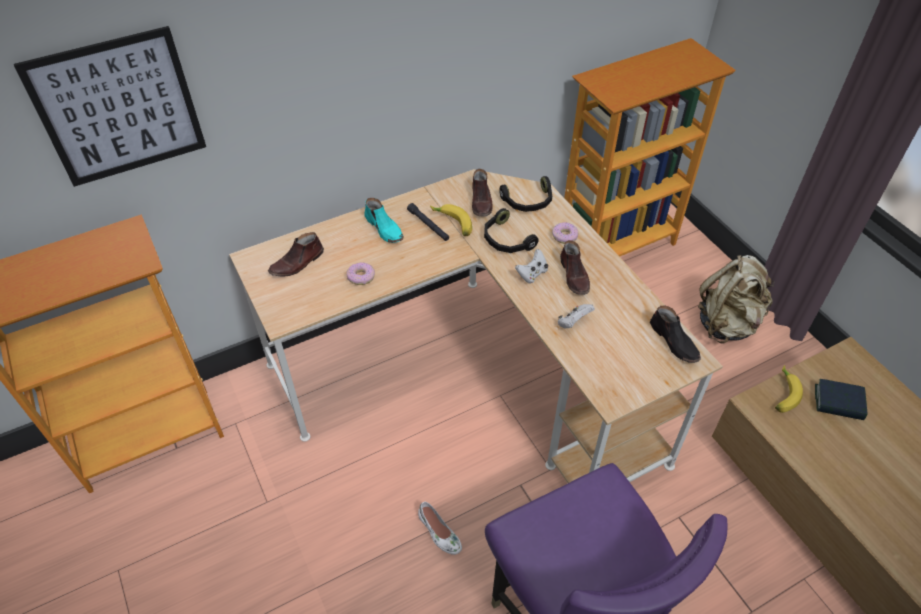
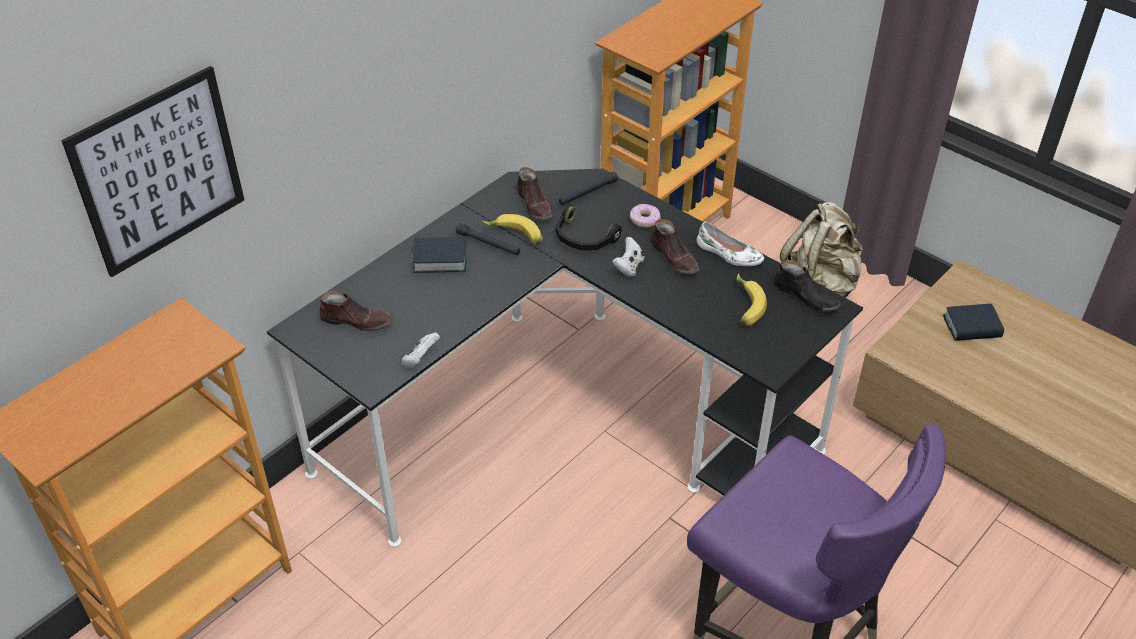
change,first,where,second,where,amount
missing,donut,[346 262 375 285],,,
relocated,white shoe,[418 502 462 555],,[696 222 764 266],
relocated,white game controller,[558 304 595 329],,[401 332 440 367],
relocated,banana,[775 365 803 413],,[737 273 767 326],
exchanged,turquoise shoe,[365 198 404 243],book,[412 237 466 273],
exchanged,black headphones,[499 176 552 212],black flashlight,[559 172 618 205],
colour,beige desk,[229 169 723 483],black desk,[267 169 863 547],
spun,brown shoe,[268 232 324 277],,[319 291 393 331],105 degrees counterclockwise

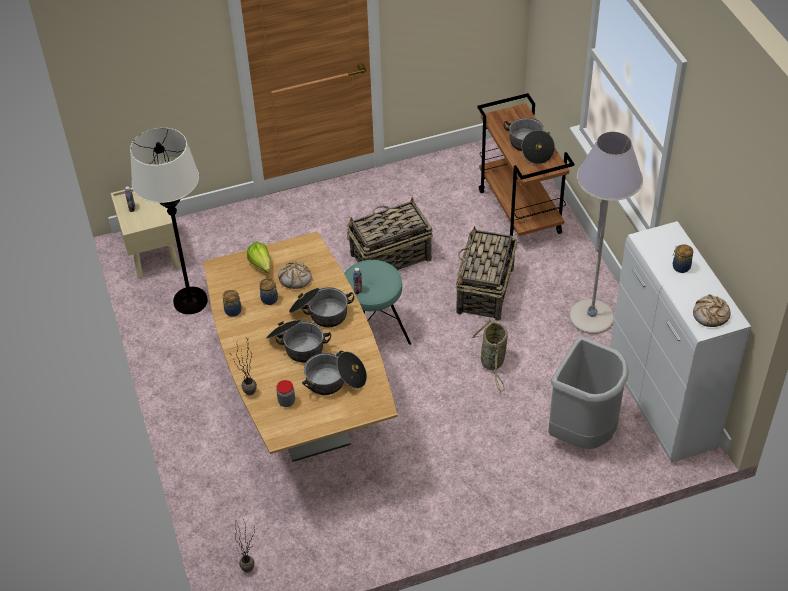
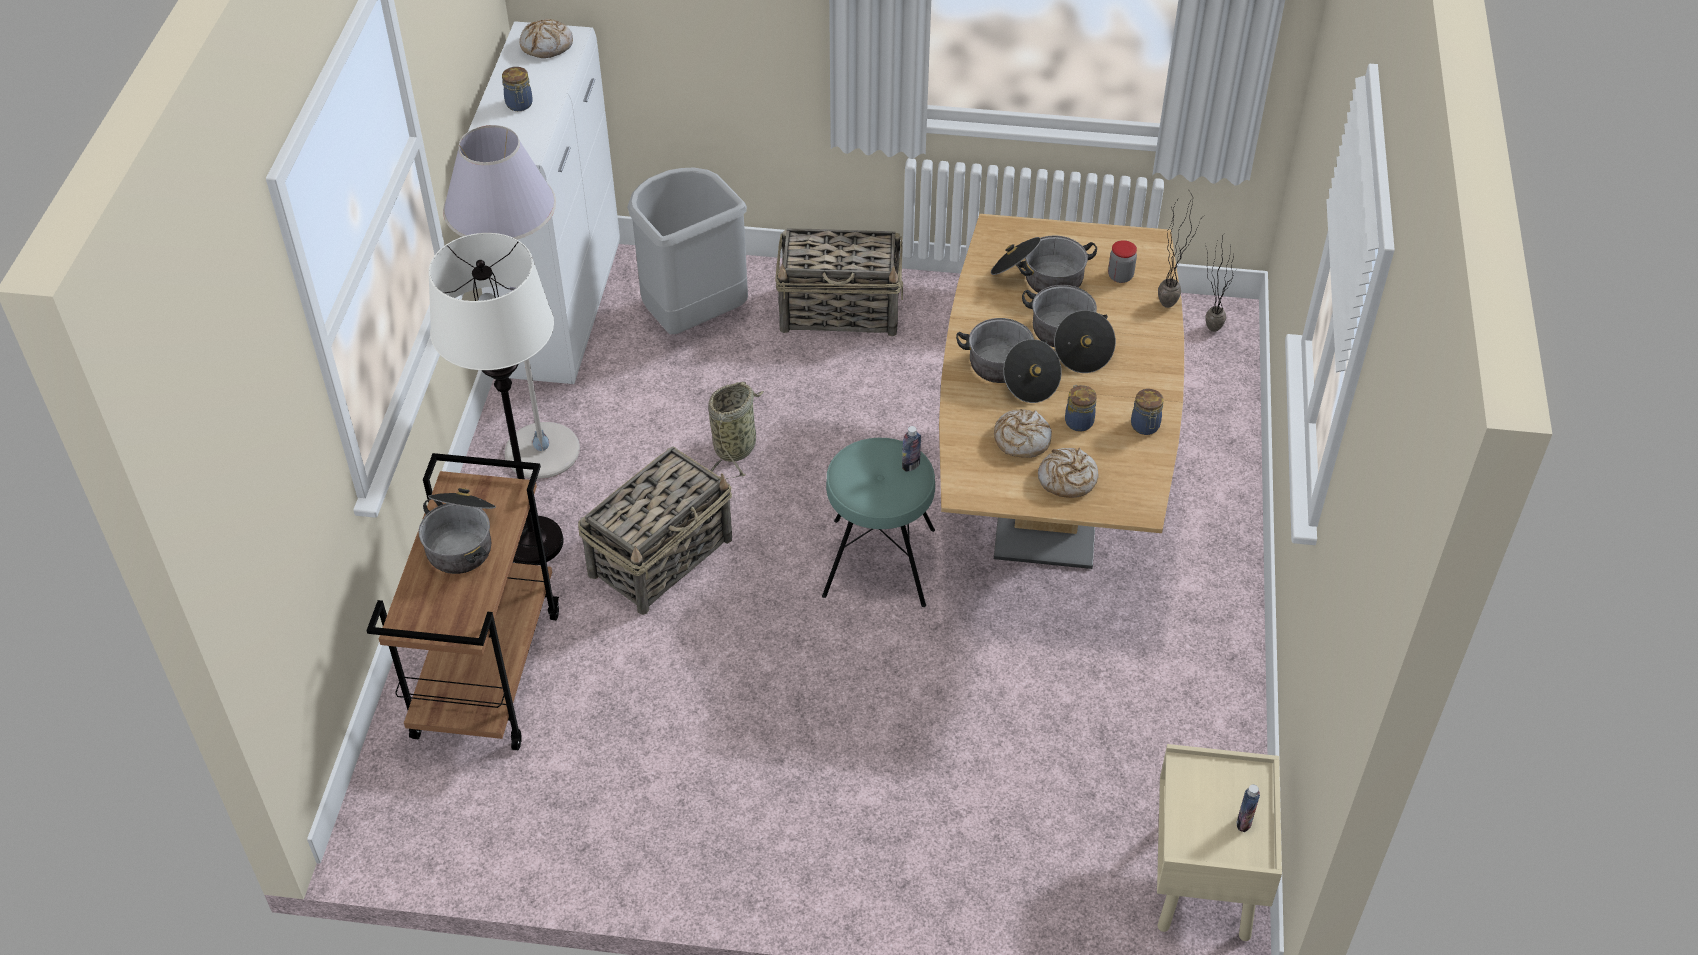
change,first,where,second,where,amount
relocated,white floor lamp,[130 127 208 314],,[428 233 564 565],
relocated,basket,[347 197 433 270],,[775 229 903 336],
exchanged,lettuce,[247 242 270 273],bread,[1038 448 1098 498],

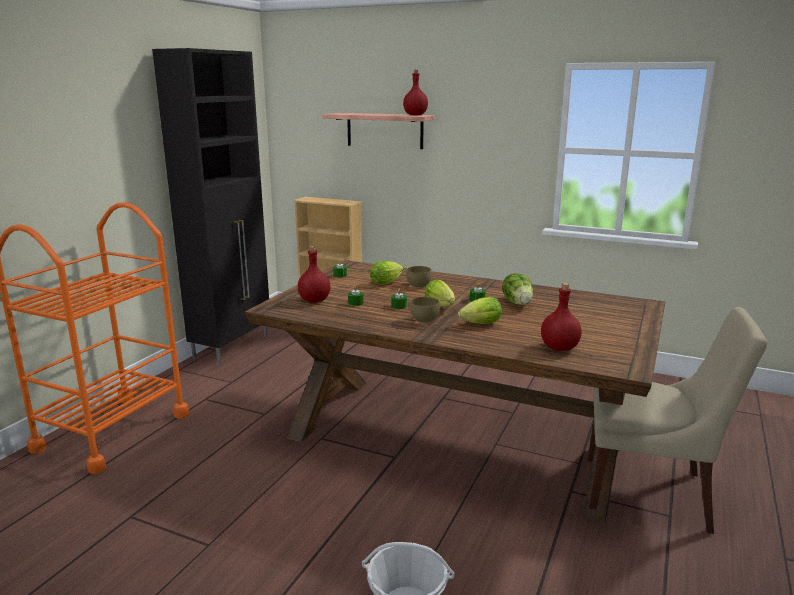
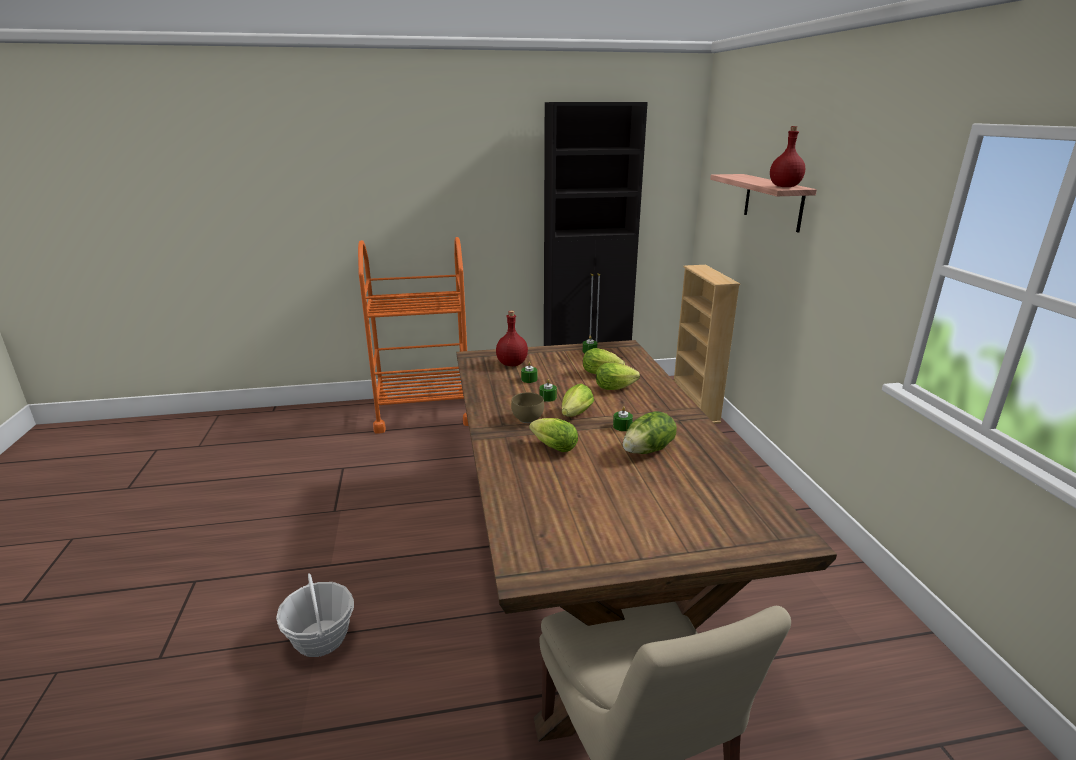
change,first,where,second,where,amount
missing,red bottle,[541 283 582 351],,,
exchanged,brown bowl,[406 266 432 288],lettuce,[596 363 640 390],

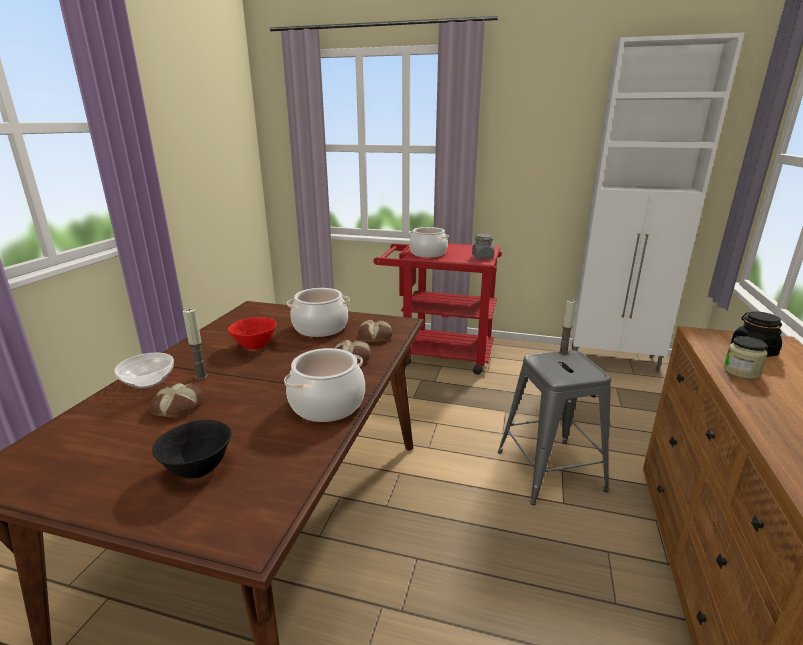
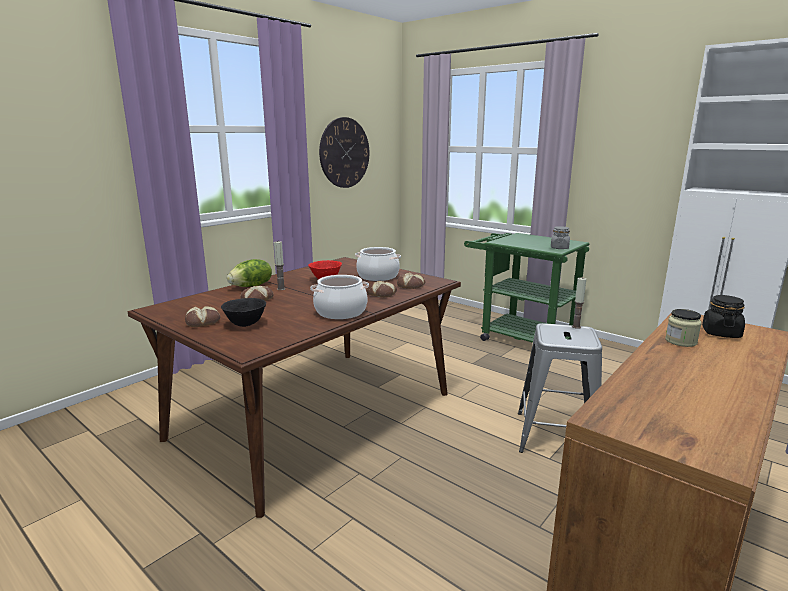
change,first,where,second,where,amount
missing,cooking pot,[409 227 449 258],,,
appeared,,,bread,[185 306 221 327],
appeared,,,wall clock,[319 117 369 188],
exchanged,bowl,[114 353 174 388],lettuce,[227 259 272 287],
colour,red cart,[373 243 502 375],green cart,[464 233 590 343],

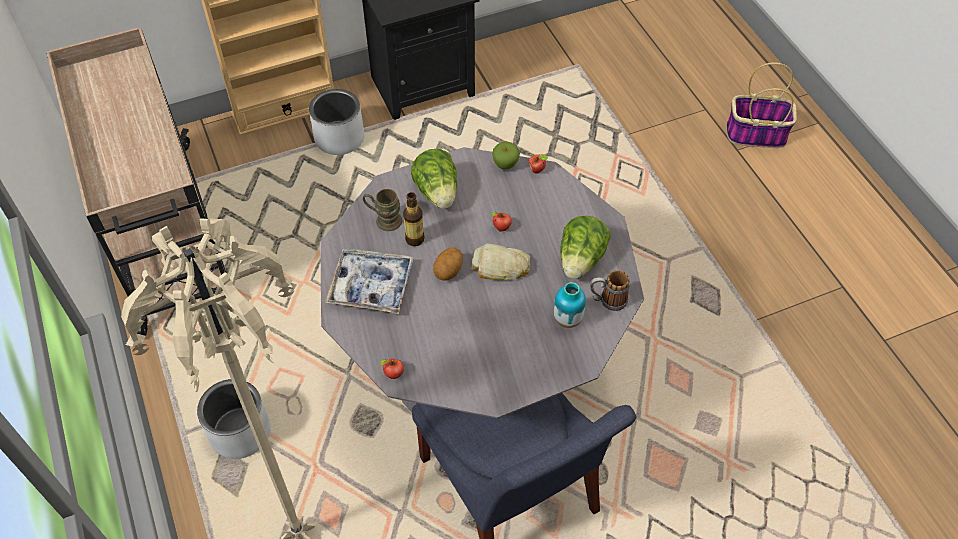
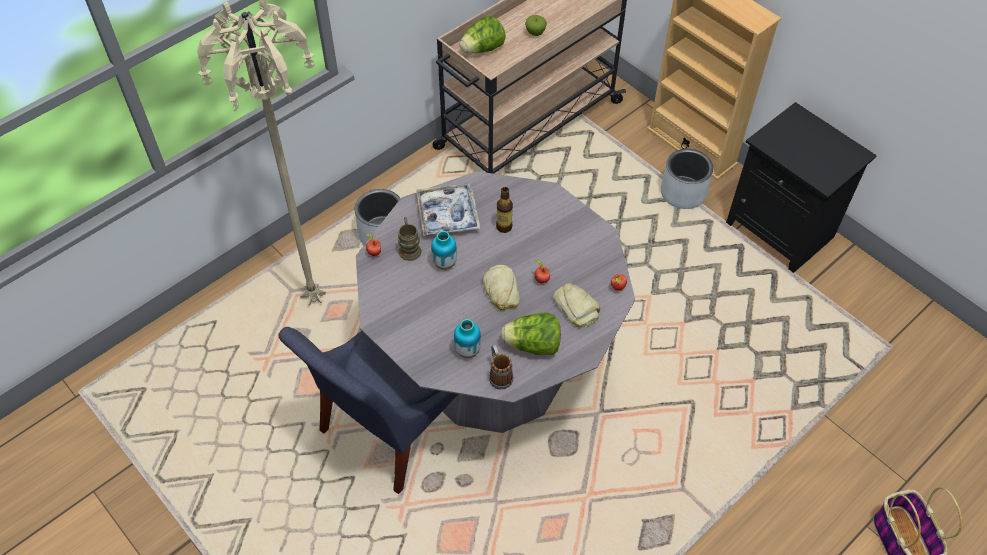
change,first,where,second,where,amount
missing,potato,[433 247 463 281],,,
appeared,,,vase,[431 231 457 270],
appeared,,,bread,[553 283 600 327],
relocated,brown mug,[363 189 402 231],,[397 217 422 261],
relocated,lettuce,[411 149 457 209],,[460 16 506 53],
relocated,apple,[492 142 520 170],,[525 15 547 36],

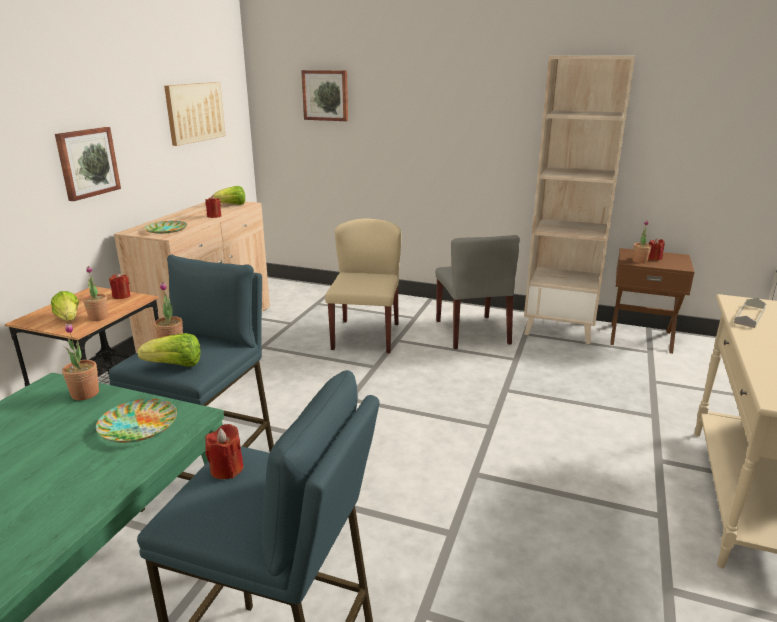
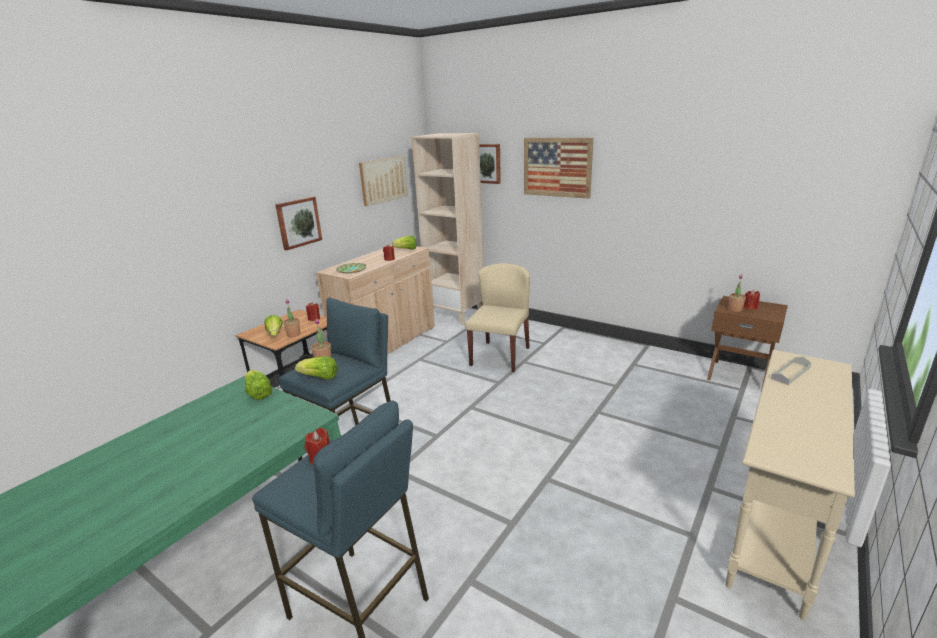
change,first,where,second,where,amount
missing,plate,[96 399 177 443],,,
missing,grey chair,[435 235 520 349],,,
appeared,,,picture,[524 138 593 199],
relocated,beige bookcase,[524 56 635 344],,[412 133 483 325],
exchanged,potted plant,[62 323 99 400],lettuce,[245 370 272 400],

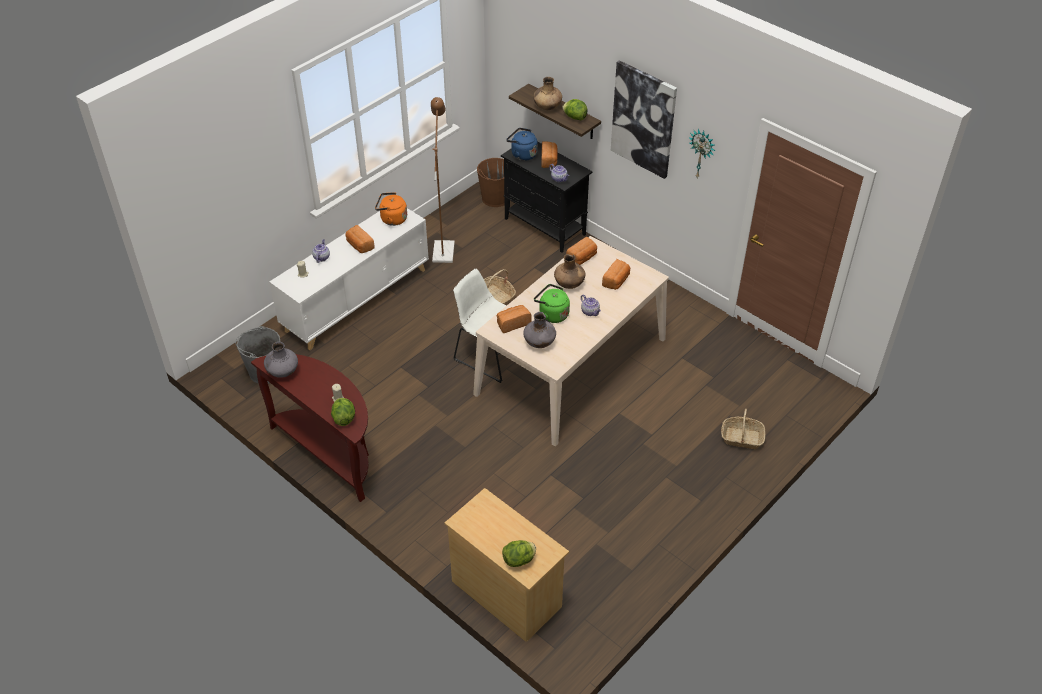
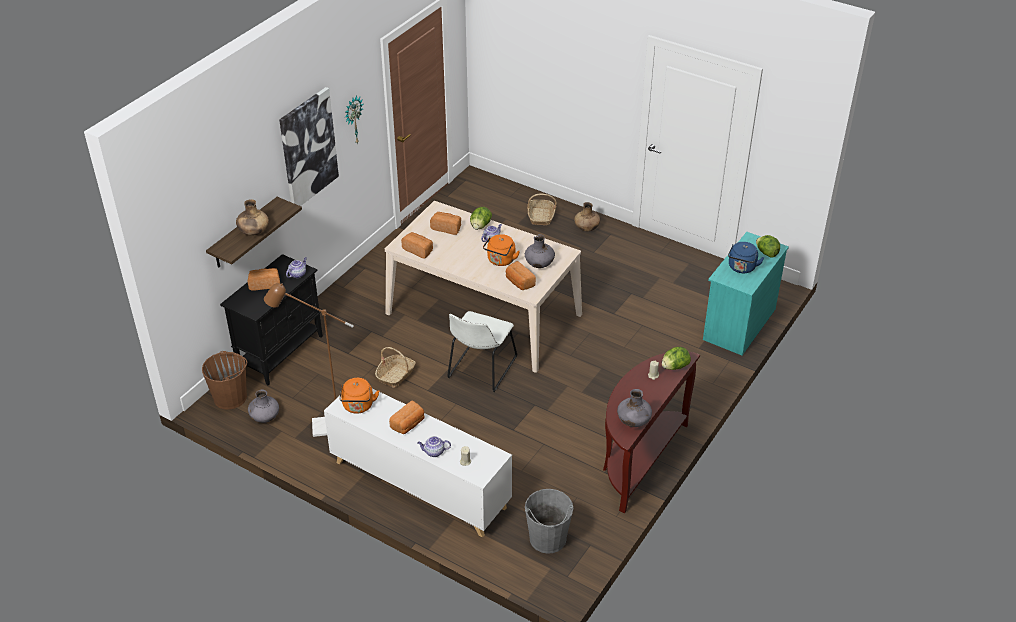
change,first,where,second,where,amount
appeared,,,grey vase,[248 389 279 423],
relocated,blue kettle,[506 128 538 161],,[728 242 764 273],
relocated,brown vase,[554 254 585 289],,[574 202 600 231],
relocated,lettuce,[562 99 588 121],,[470 207 492 230],
colour,beige dresser,[444 488 569 642],turquoise dresser,[703 232 789 355],
colour,green kettle,[534 284 570 323],orange kettle,[483 234 520 266],

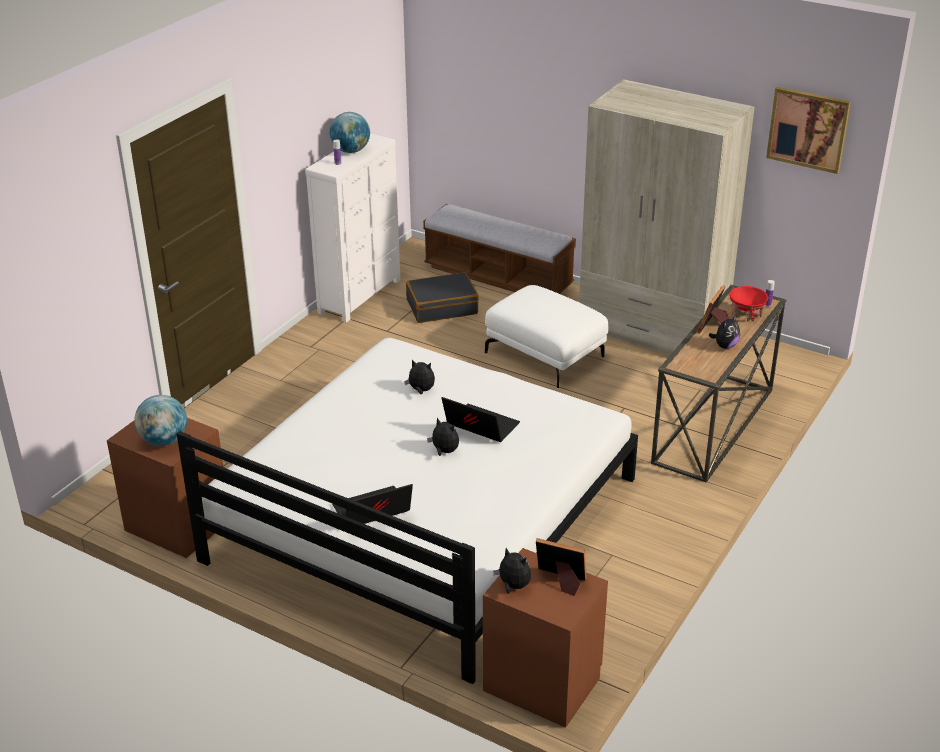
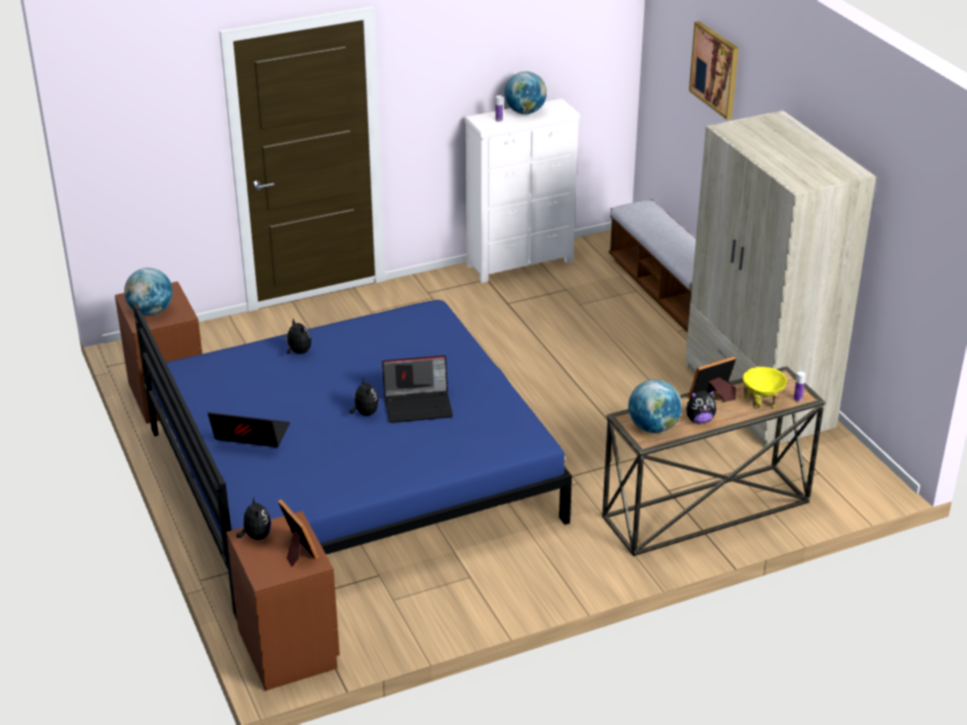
change,first,where,second,where,amount
missing,black suitcase,[406 272 479 323],,,
missing,white ottoman,[485 285 608 388],,,
appeared,,,globe,[628 380 682 433],
relocated,plush toy,[404 360 435 394],,[284 318 311 354],
relocated,picture,[766 87 851 174],,[689 21 739 120],
colour,white bed,[176 338 638 684],blue bed,[133 300 572 620],
colour,red bowl,[729 286 768 322],yellow bowl,[743 367 787 409],
spun,laptop,[442 397 520 442],,[382 355 453 423],105 degrees clockwise

